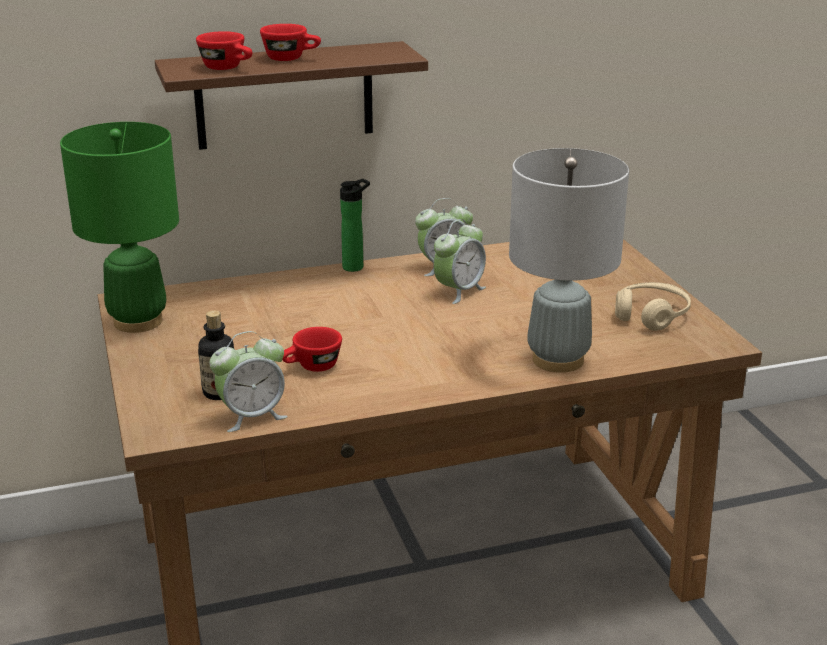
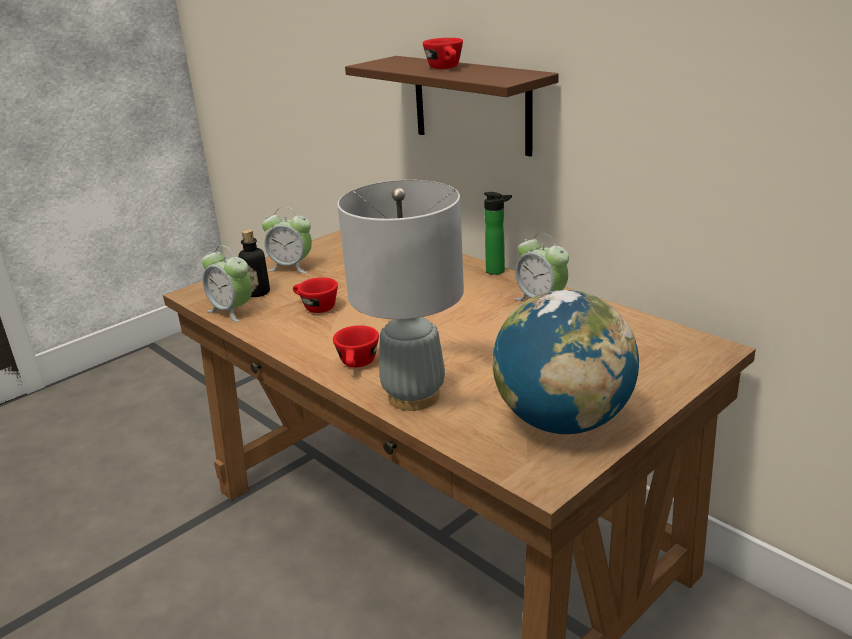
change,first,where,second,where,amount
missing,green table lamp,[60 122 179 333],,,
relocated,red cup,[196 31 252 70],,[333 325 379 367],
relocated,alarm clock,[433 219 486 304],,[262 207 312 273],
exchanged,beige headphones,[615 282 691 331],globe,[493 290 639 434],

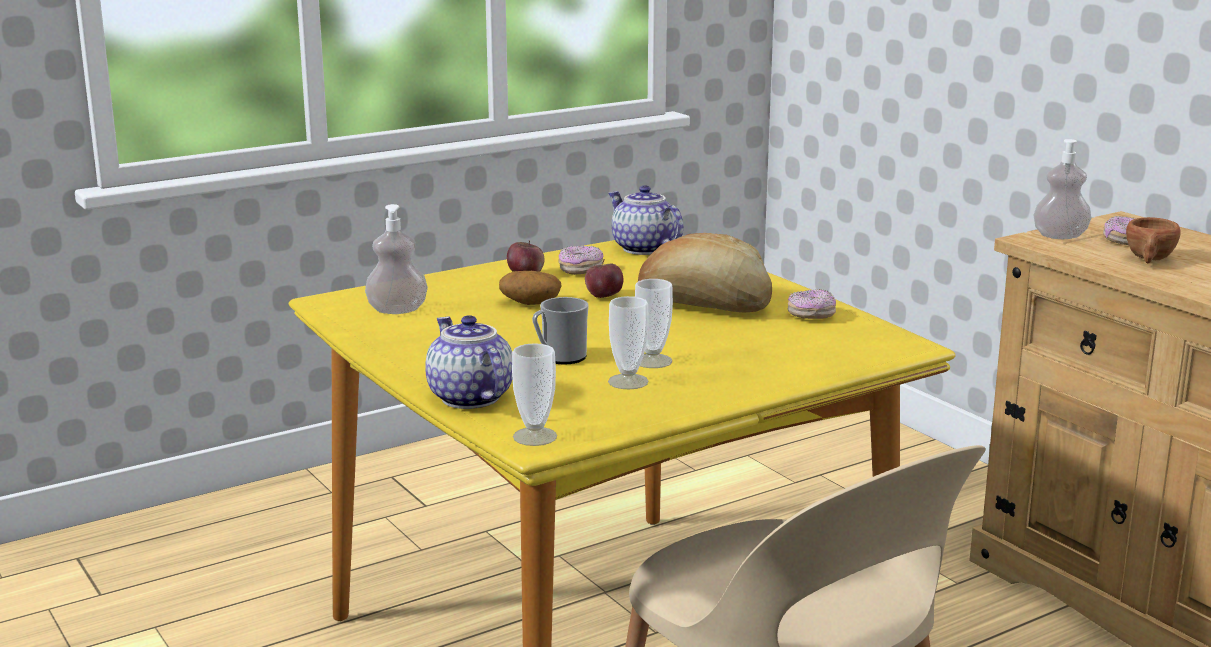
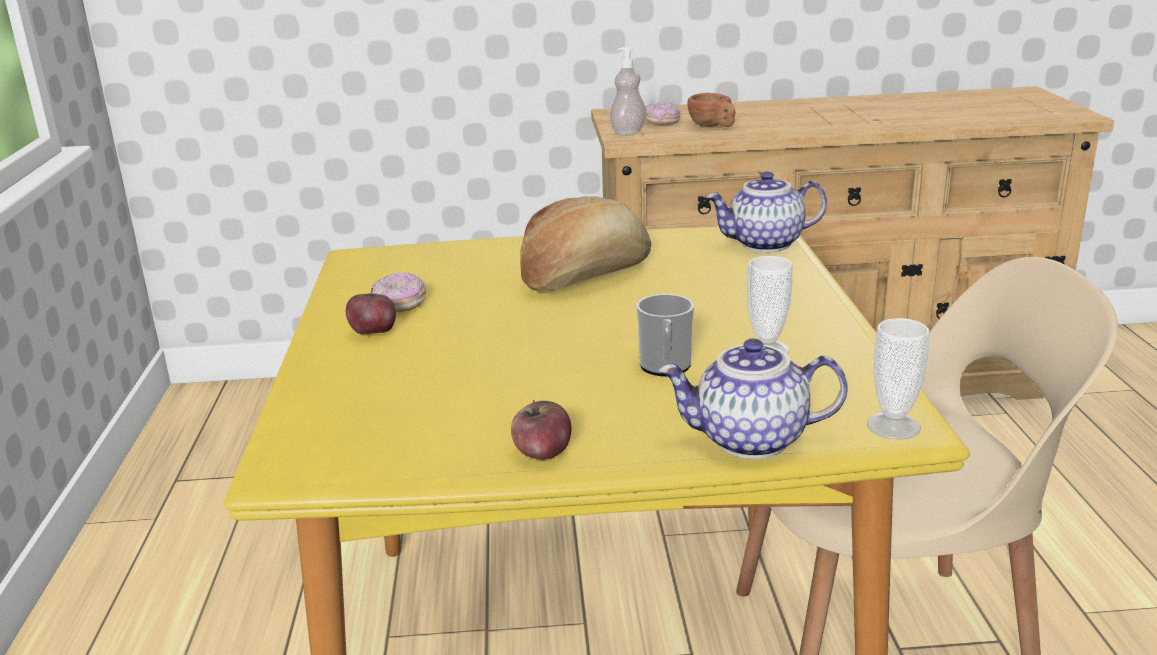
change,first,where,second,where,amount
missing,soap dispenser,[365 204 428 314],,,
missing,potato,[499 271 562 305],,,
missing,cup,[635 279 673 368],,,
missing,donut,[788 289 836 319],,,
relocated,apple,[585 259 623 298],,[511 400 572 459],
relocated,teapot,[608 185 683 255],,[706 171 827 252],

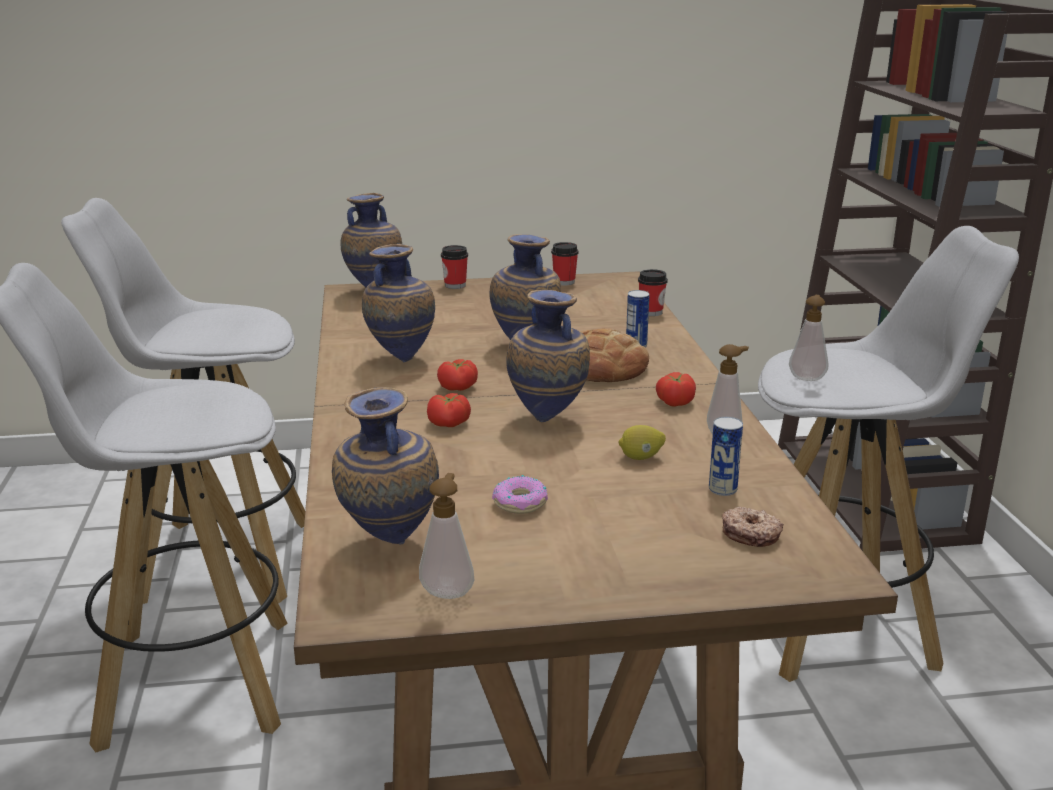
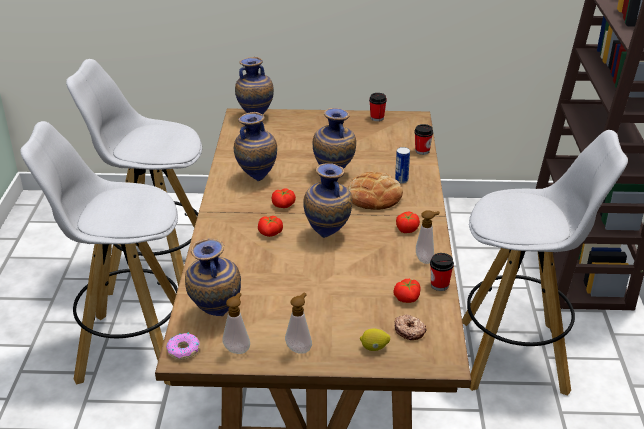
change,first,where,second,where,amount
relocated,cup,[441 245 468 289],,[430 253 454 291],
relocated,donut,[492 475 548 514],,[166 333 200 360],
relocated,lemon,[618 425 666 460],,[360 329 390 351],
relocated,soap dispenser,[789 295 829 381],,[285 293 312 354],
exchanged,can,[709 417 743 496],tomato,[393 279 421 303],

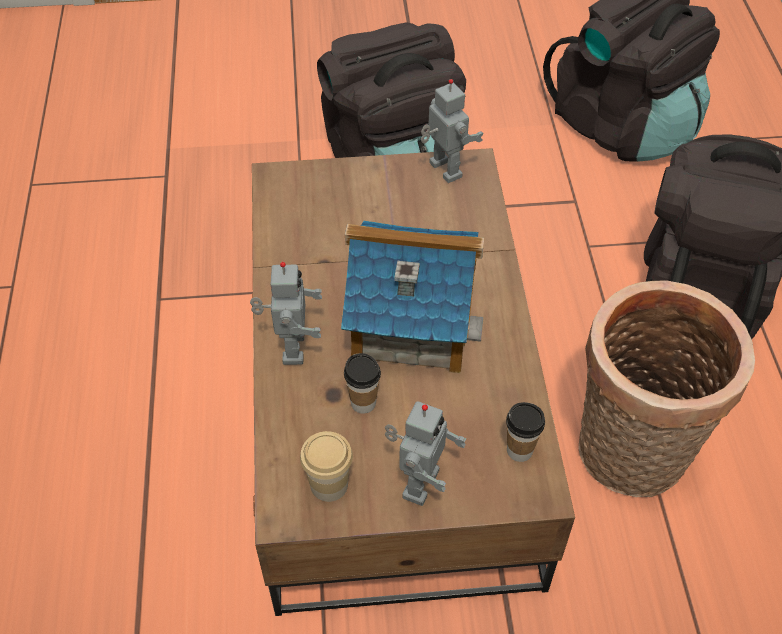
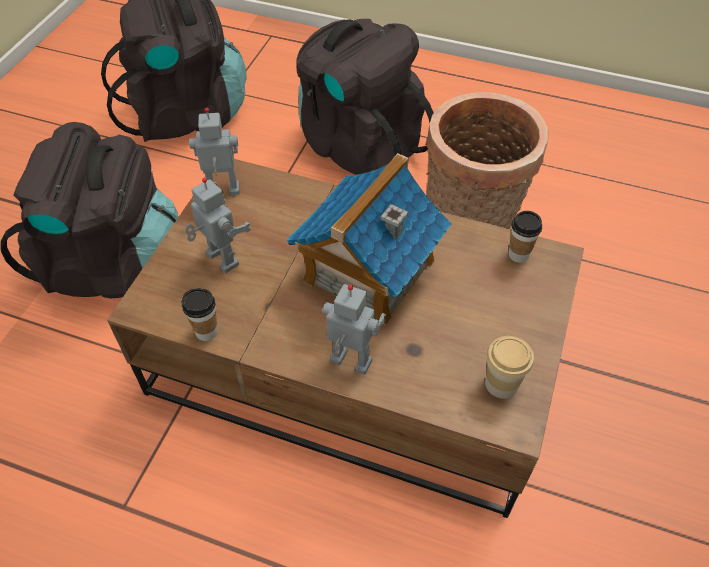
change,first,where,second,where,amount
relocated,cup,[344 353 381 414],,[181 288 218 341],
relocated,toy robot,[385 401 466 506],,[185 178 251 273],

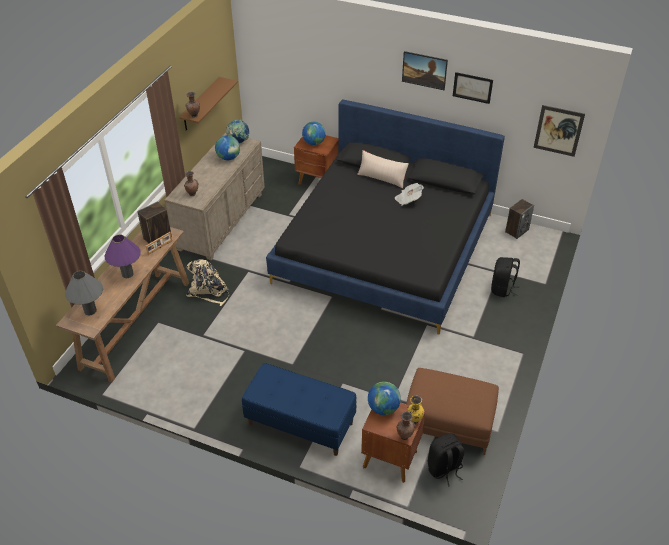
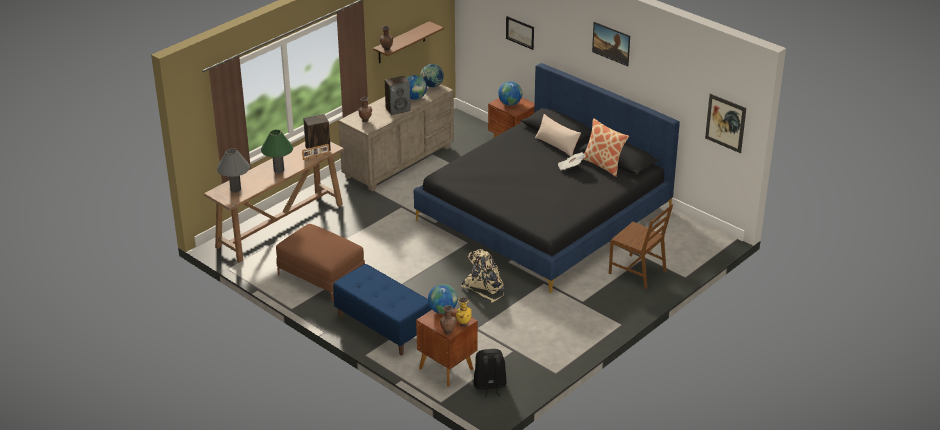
change,first,where,second,where,amount
appeared,,,pillow,[583 118 629 177],
relocated,beige backpack,[186 259 229 306],,[461 249 505 303],
relocated,brown ottoman,[406 368 499 455],,[276 224 365 301],
relocated,picture,[453 72 493 104],,[506 16 534 50],
relocated,speaker,[505 199 534 239],,[385 76 411 115],
exchanged,black backpack,[491 257 520 297],brown chair,[609 204 673 289],
colour,purple table lamp,[105 234 141 278],green table lamp,[261 130 293 173],

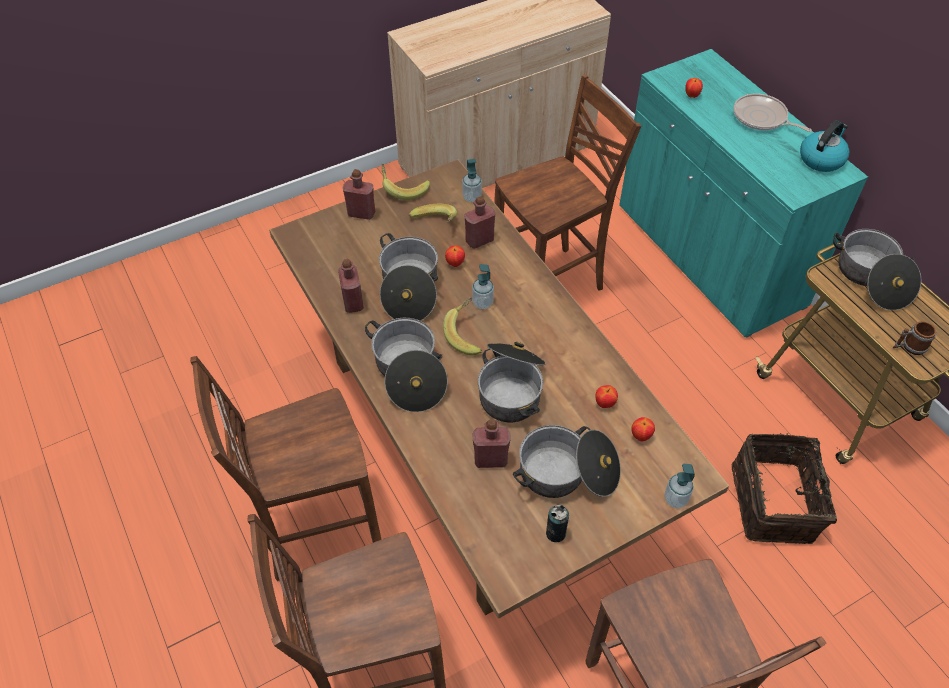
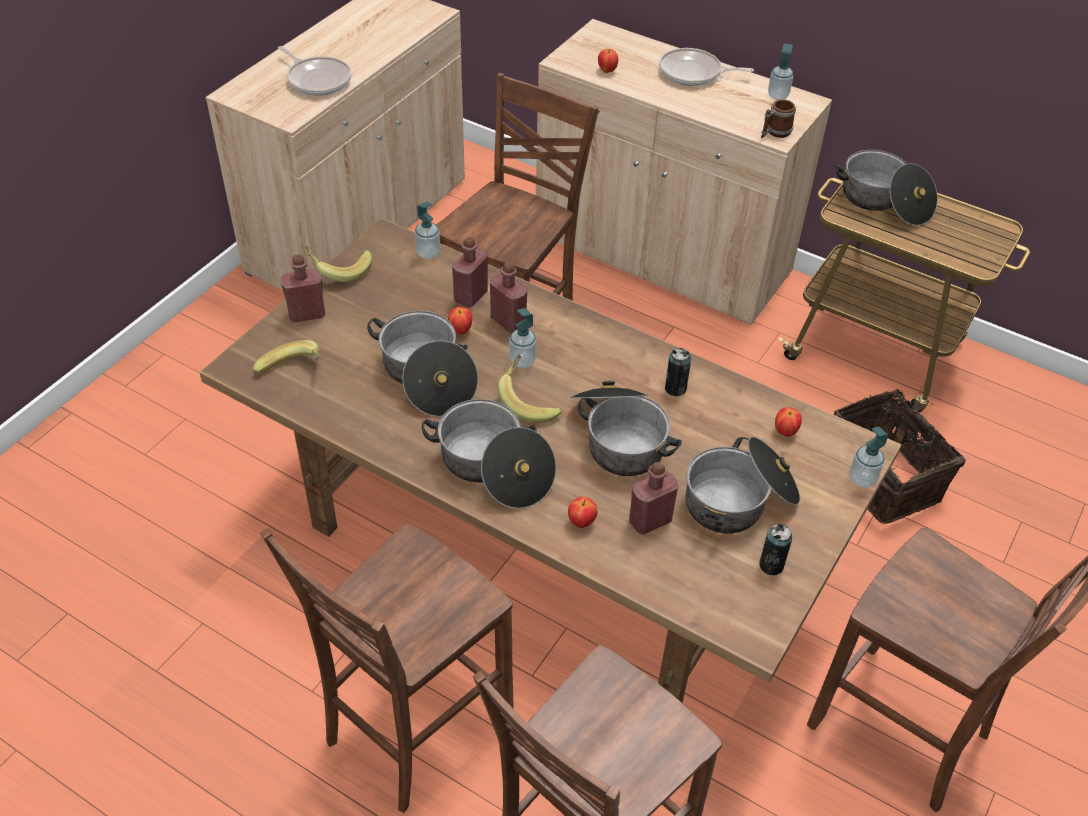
change,first,where,second,where,amount
appeared,,,frying pan,[278 46 351 96],
appeared,,,can,[665 348 691 396],
relocated,red bottle,[338 259 364 313],,[490 262 527 333],
relocated,banana,[409 204 457 222],,[253 340 320 374],
relocated,apple,[595 385 618 408],,[568 497 598 528],
relocated,mug,[893 321 937 355],,[761 99 796 138],
exchanged,kettle,[800 120 850 172],soap dispenser,[768 44 793 100],
colour,turquoise cabinet,[619 49 868 338],beige cabinet,[536 19 832 325],

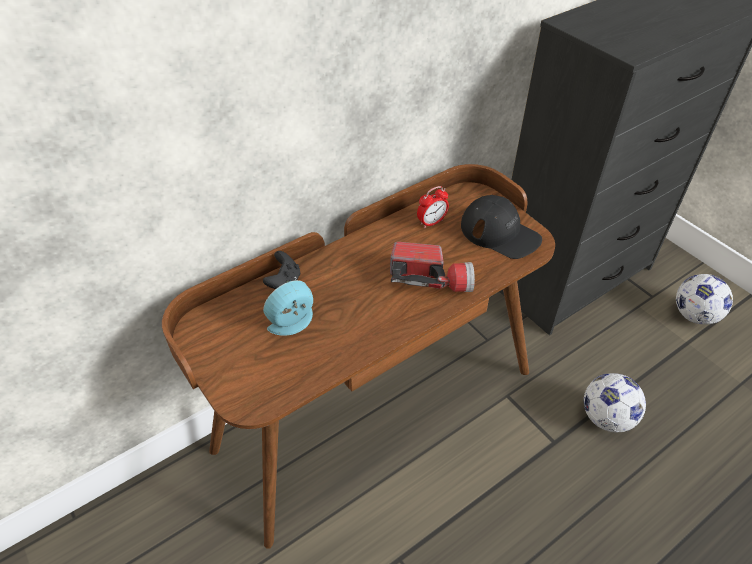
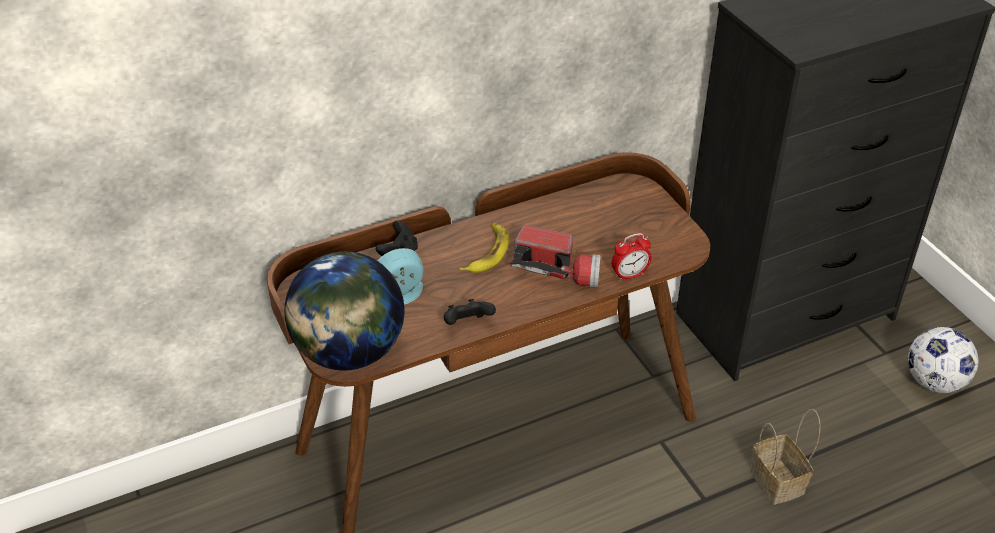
change,first,where,second,where,amount
missing,black cap,[461 195 542 259],,,
appeared,,,globe,[285 251 404 370],
appeared,,,black game controller,[444 299 496 325],
appeared,,,banana,[459 223 509 273],
relocated,alarm clock,[417 186 449 228],,[612 233 651 281],
exchanged,football,[584 373 646 433],basket,[750 409 820 505],

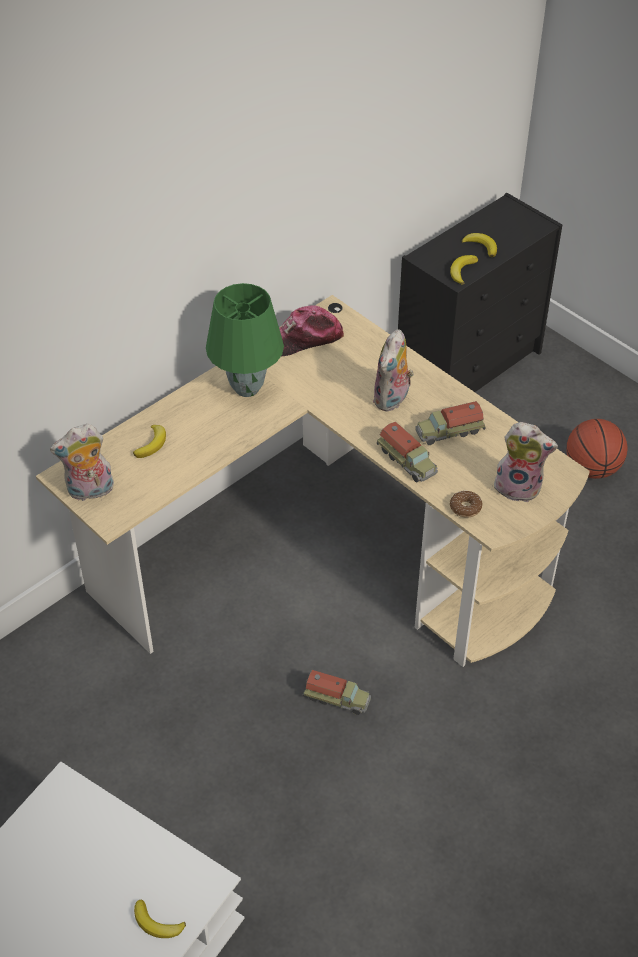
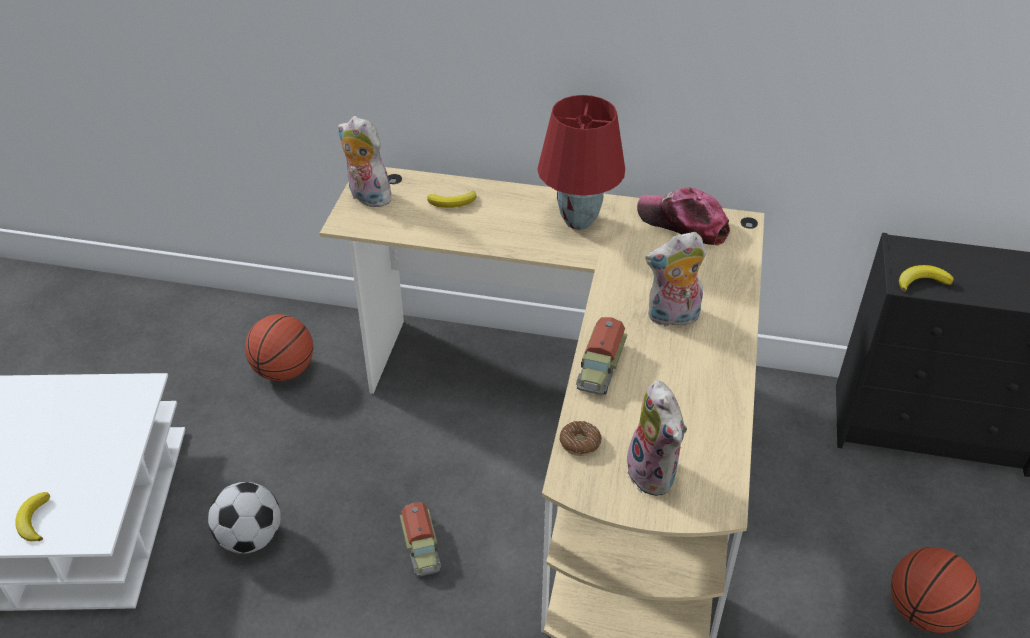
change,first,where,second,where,amount
missing,toy truck,[416 401 486 445],,,
missing,banana,[462 233 497 257],,,
appeared,,,football,[208 482 281 554],
appeared,,,basketball,[245 314 313 381],
colour,green table lamp,[206 283 284 397],red table lamp,[537 95 625 230],

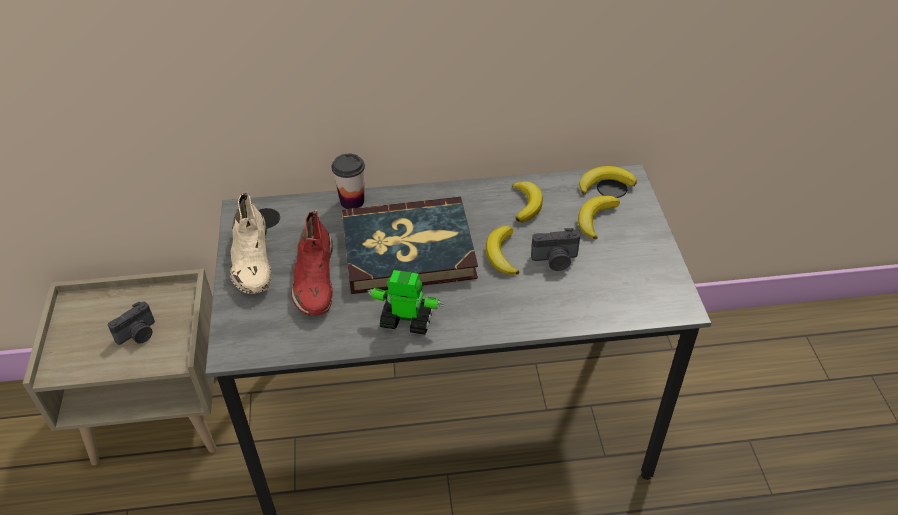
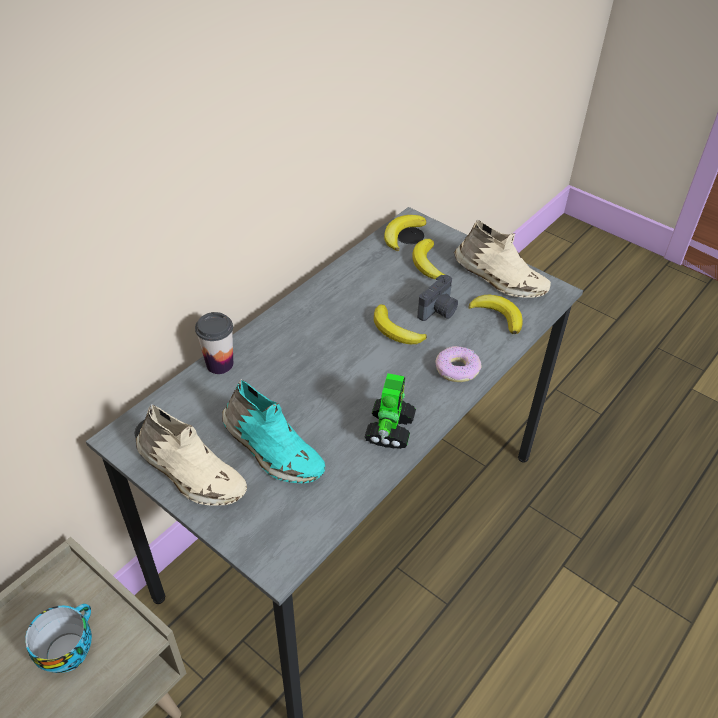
change,first,where,second,where,amount
missing,book,[342 197 478 294],,,
appeared,,,donut,[435 346 481 382],
appeared,,,beige shoe,[454 220 551 297],
relocated,banana,[512 181 543 223],,[468 295 523 334],
exchanged,photo camera,[108 302 155 345],cup,[25 604 92 673],
colour,red shoe,[291 210 333 316],turquoise shoe,[222 379 325 483],
spun,toy robot,[367 270 444 335],,[365 373 416 449],135 degrees clockwise

